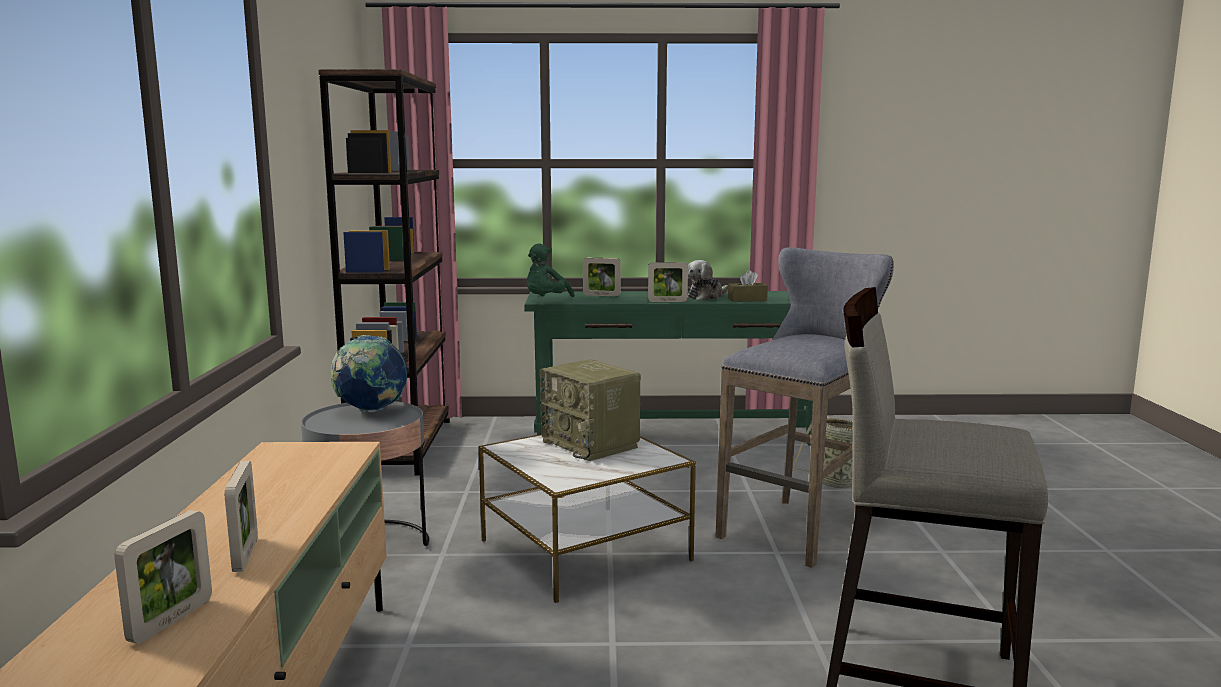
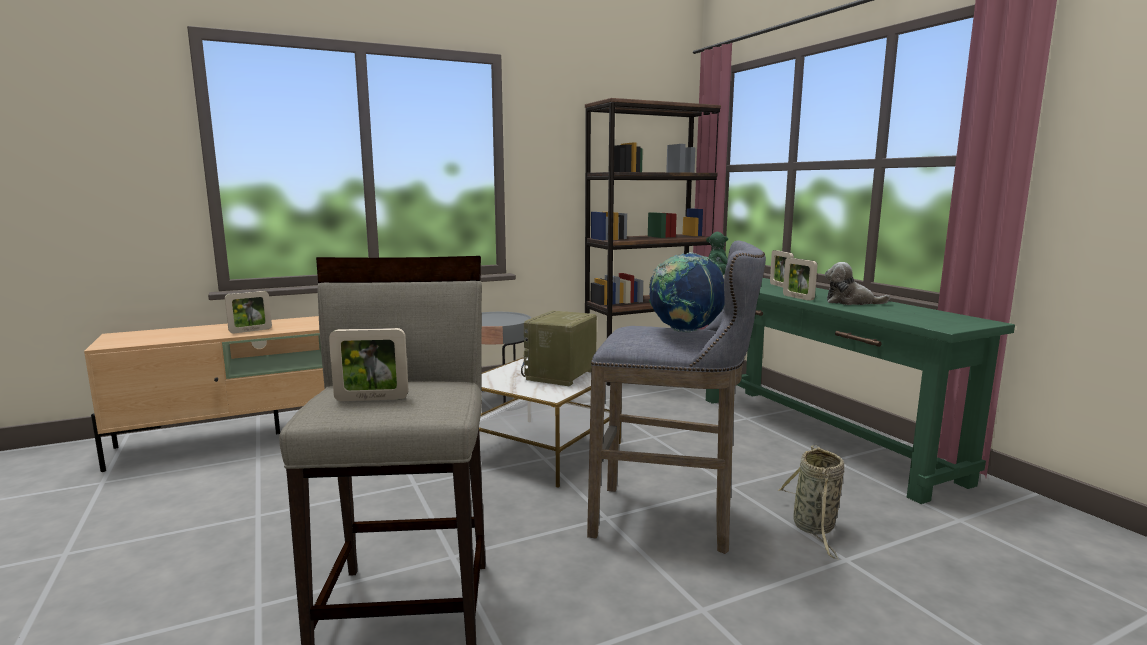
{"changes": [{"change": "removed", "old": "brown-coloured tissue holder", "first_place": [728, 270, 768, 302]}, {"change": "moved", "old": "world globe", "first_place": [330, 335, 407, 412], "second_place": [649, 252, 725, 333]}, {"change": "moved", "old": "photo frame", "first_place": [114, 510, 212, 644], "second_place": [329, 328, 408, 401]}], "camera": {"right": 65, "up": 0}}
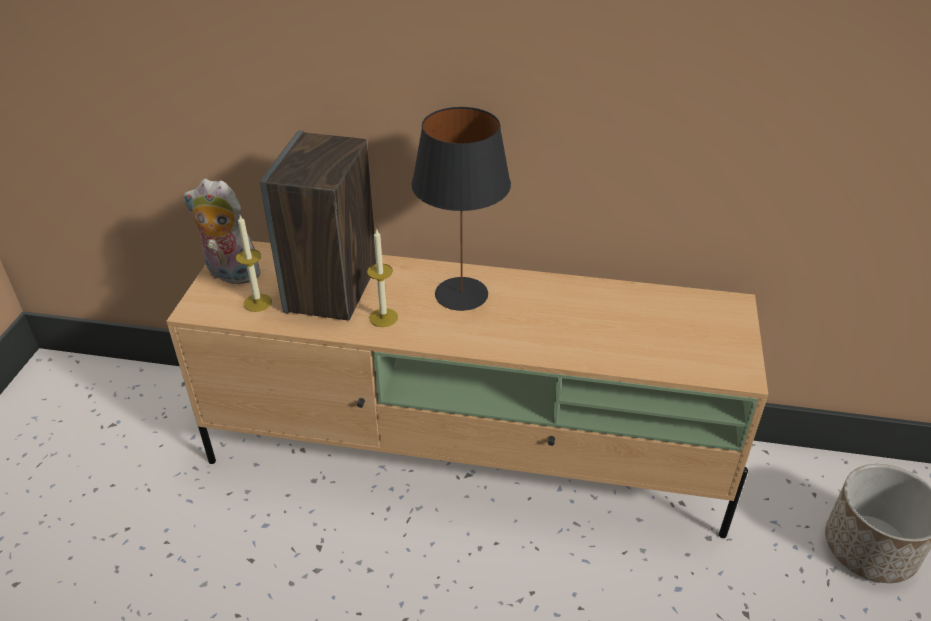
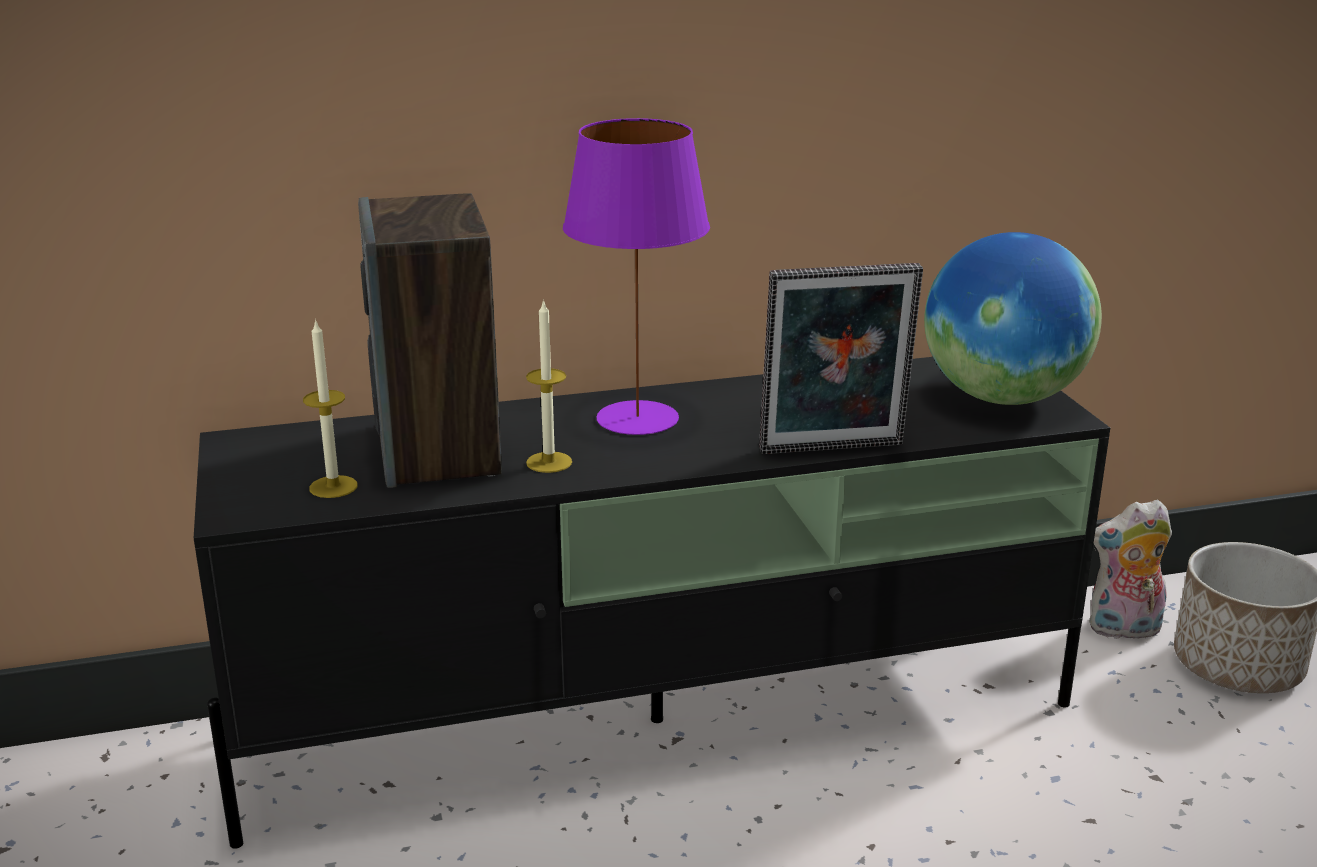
{"changes": [{"change": "recoloured", "old": "black tabletop lamp", "new": "purple tabletop lamp", "first_place": [411, 107, 511, 311], "second_place": [563, 118, 710, 435]}, {"change": "moved", "old": "plush toy", "first_place": [183, 179, 261, 284], "second_place": [1089, 499, 1172, 639]}, {"change": "recoloured", "old": "beige-coloured media console", "new": "black media console", "first_place": [166, 241, 768, 538], "second_place": [194, 357, 1110, 849]}, {"change": "added", "new": "world globe", "second_place": [924, 232, 1102, 405]}, {"change": "added", "new": "photo frame", "second_place": [759, 263, 923, 454]}], "camera": {"right": -25, "up": -15}}
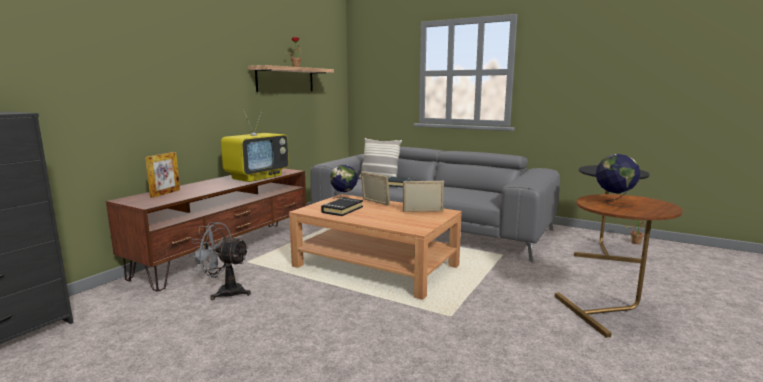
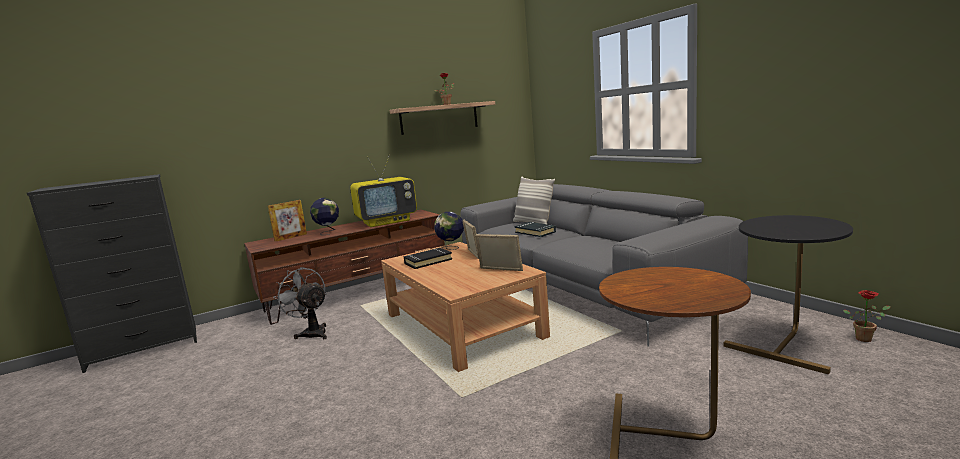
{"changes": [{"change": "moved", "old": "world globe", "first_place": [596, 154, 640, 207], "second_place": [310, 198, 339, 235]}], "camera": {"right": 30, "up": 0}}
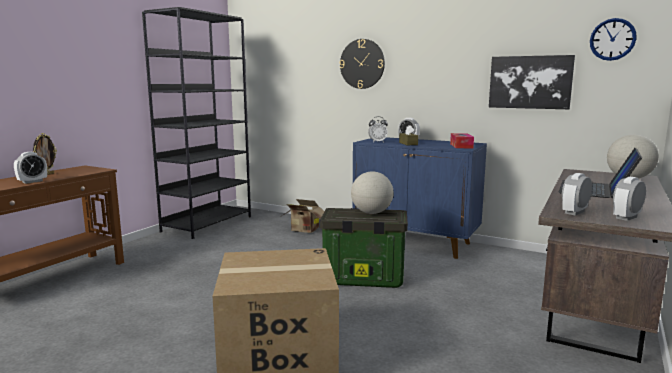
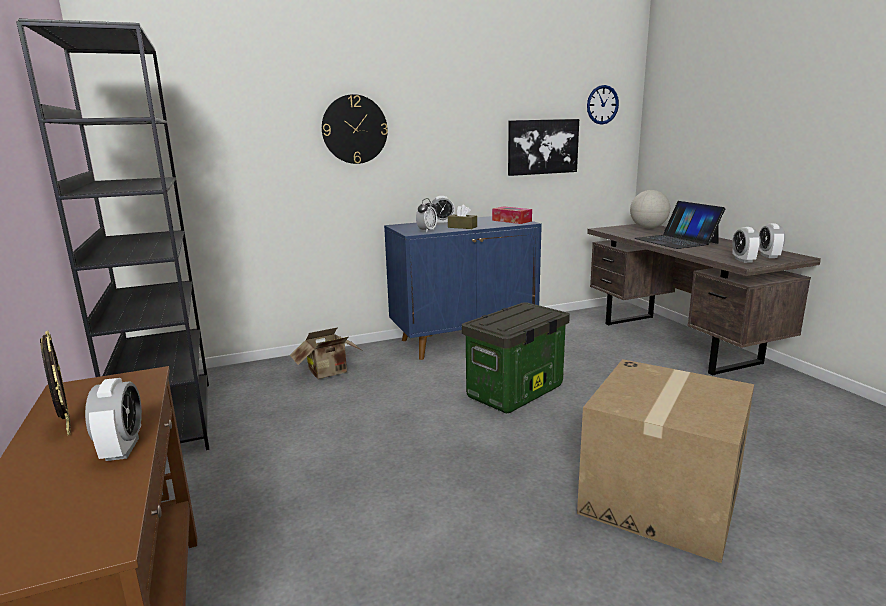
{"changes": [{"change": "removed", "old": "world globe", "first_place": [351, 171, 394, 214]}], "camera": {"right": -50, "up": 5}}
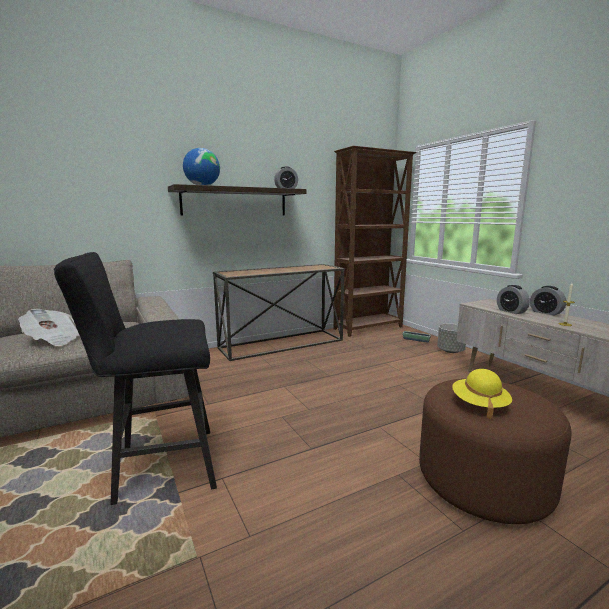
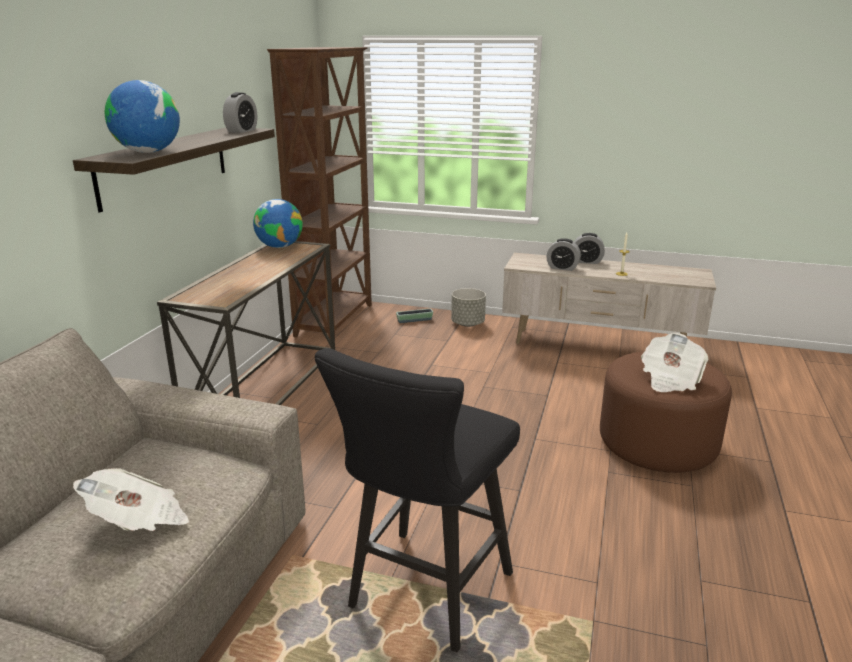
{"changes": [{"change": "replaced", "old": "yellow wearable hat", "new": "daily paper", "first_place": [452, 369, 512, 419], "second_place": [641, 333, 709, 392]}, {"change": "added", "new": "world globe", "second_place": [253, 199, 303, 248]}], "camera": {"right": -45, "up": 10}}
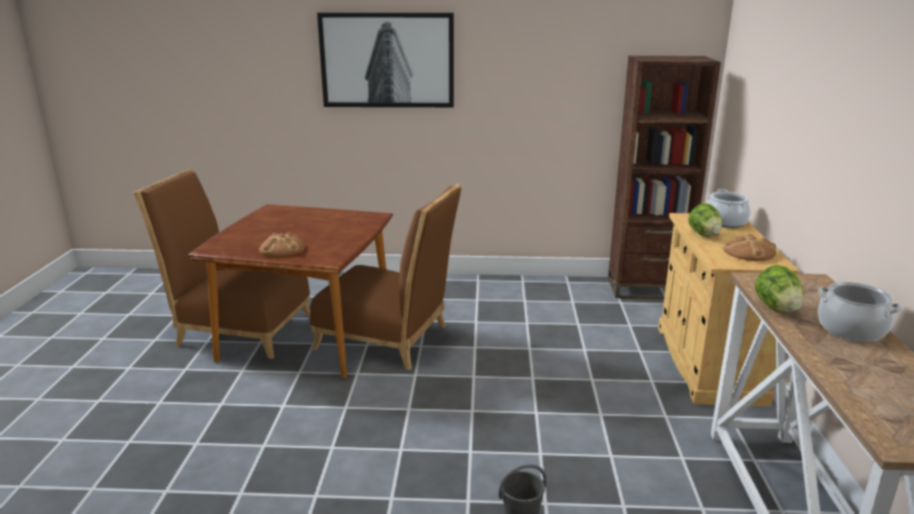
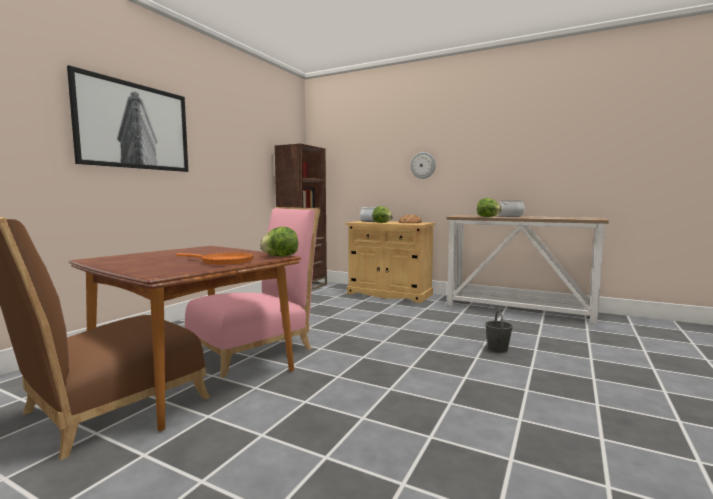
{"changes": [{"change": "recoloured", "old": "brown-coloured chair", "new": "pinkish chair", "first_place": [310, 184, 461, 370], "second_place": [185, 207, 321, 378]}, {"change": "replaced", "old": "baked bread", "new": "orange-coloured frying pan", "first_place": [259, 233, 305, 257], "second_place": [176, 252, 254, 265]}, {"change": "added", "new": "hanging clock", "second_place": [410, 152, 436, 179]}, {"change": "added", "new": "lettuce", "second_place": [260, 227, 298, 256]}], "camera": {"right": -65, "up": -15}}
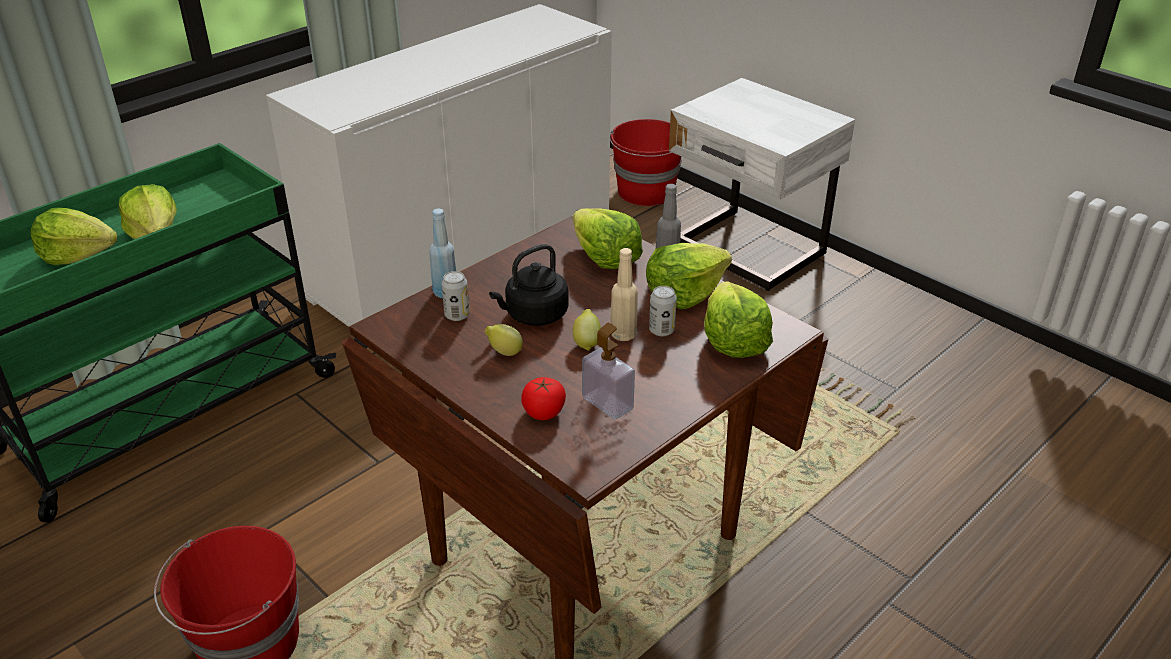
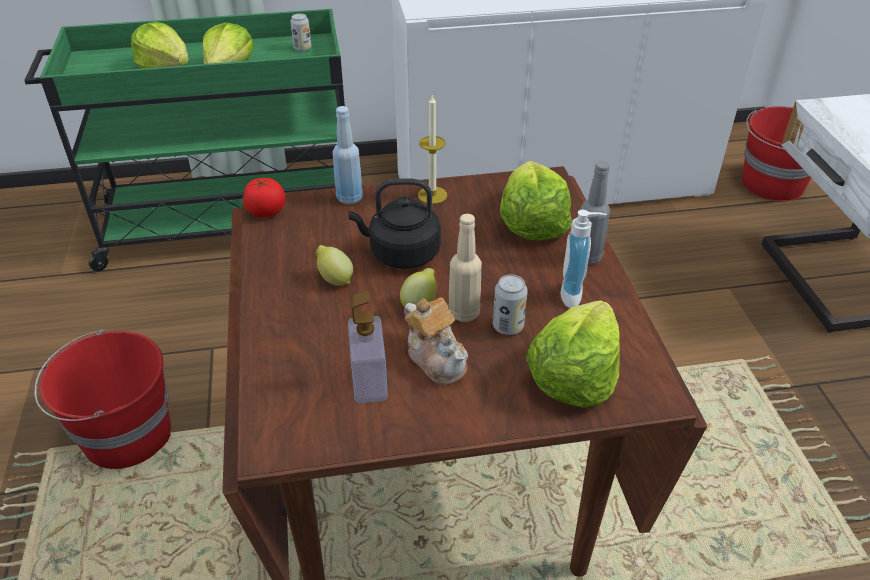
{"changes": [{"change": "replaced", "old": "lettuce", "new": "soap dispenser", "first_place": [646, 243, 732, 309], "second_place": [560, 210, 607, 308]}, {"change": "moved", "old": "metal can", "first_place": [441, 271, 470, 321], "second_place": [290, 13, 311, 51]}, {"change": "moved", "old": "whole tomato", "first_place": [521, 377, 566, 420], "second_place": [243, 178, 285, 217]}, {"change": "added", "new": "wax candle", "second_place": [418, 94, 447, 204]}, {"change": "added", "new": "teapot", "second_place": [404, 298, 468, 385]}], "camera": {"right": 35, "up": 5}}
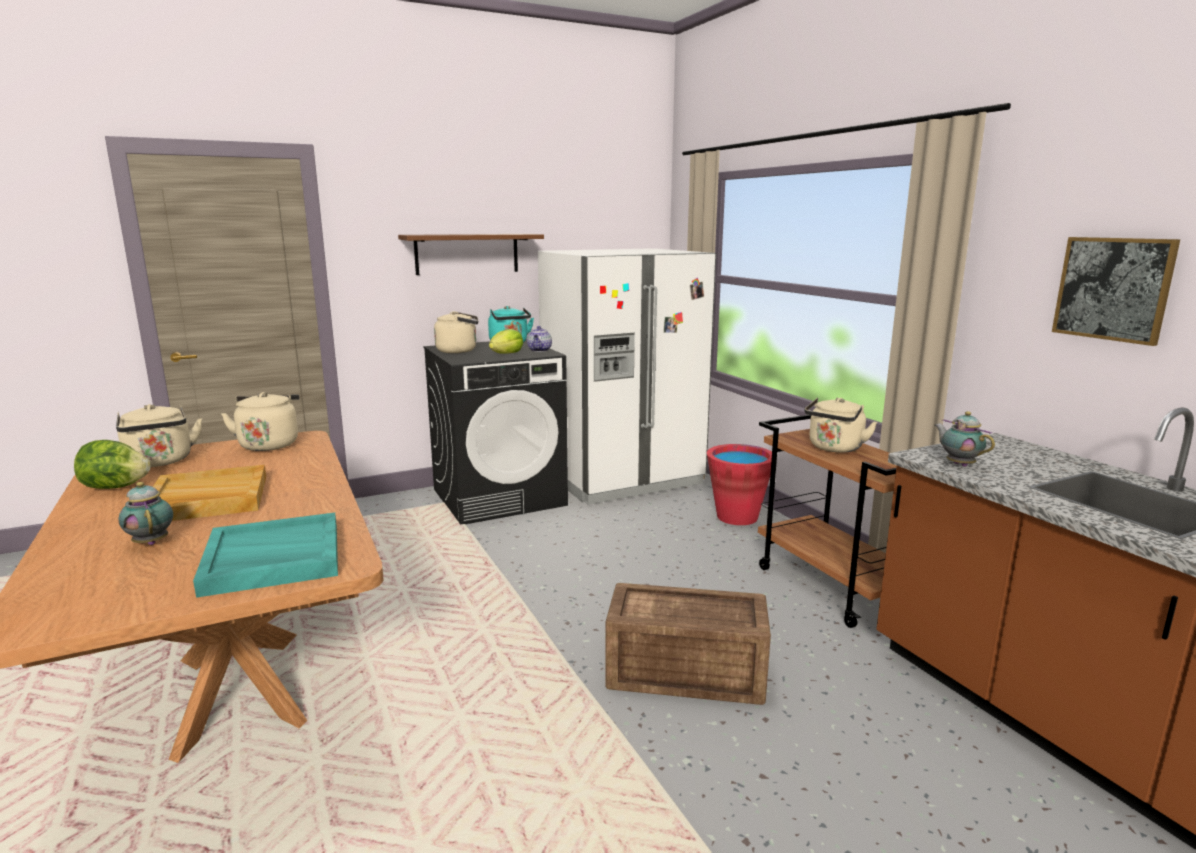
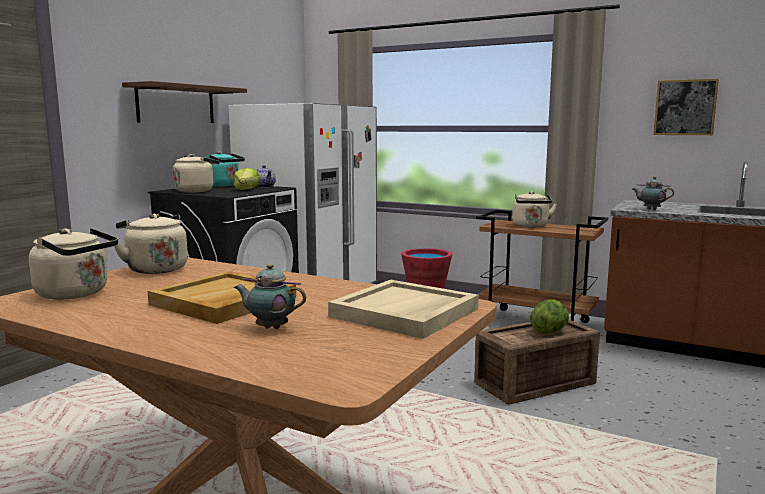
{"changes": [{"change": "moved", "old": "lettuce", "first_place": [74, 440, 150, 489], "second_place": [530, 299, 569, 334]}, {"change": "recoloured", "old": "turquoise-coloured serving tray", "new": "beige-coloured serving tray", "first_place": [193, 513, 338, 598], "second_place": [328, 280, 479, 339]}], "camera": {"right": -35, "up": -5}}
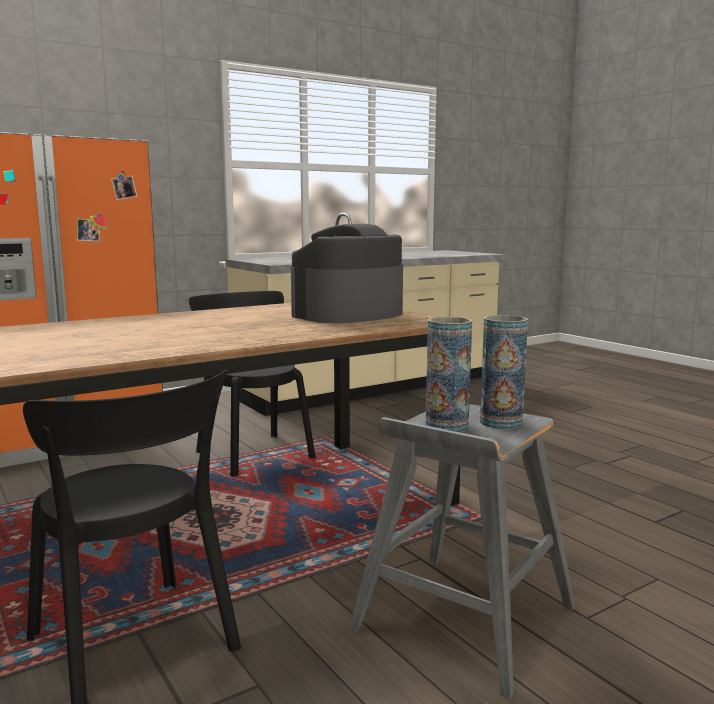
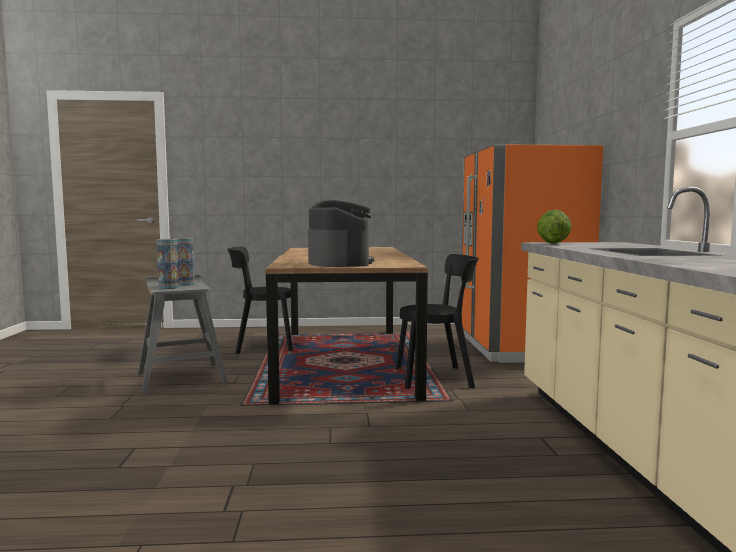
{"changes": [{"change": "added", "new": "lettuce", "second_place": [537, 209, 572, 244]}], "camera": {"right": 120, "up": -5}}
